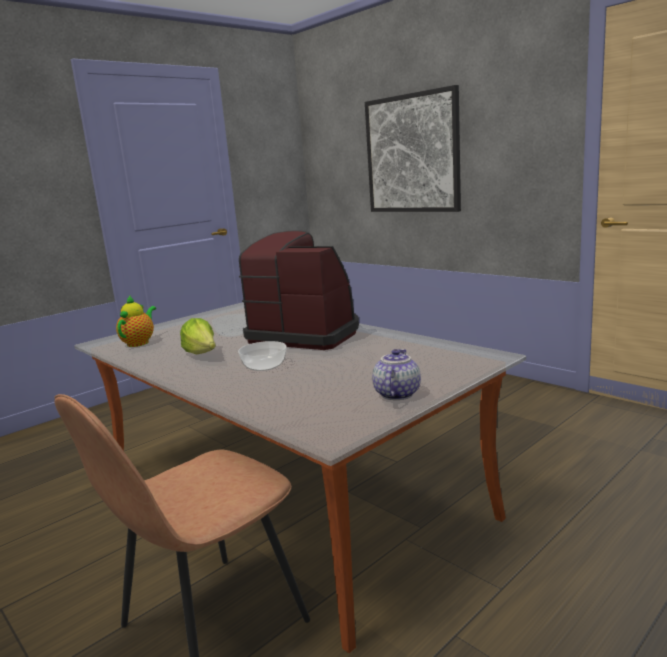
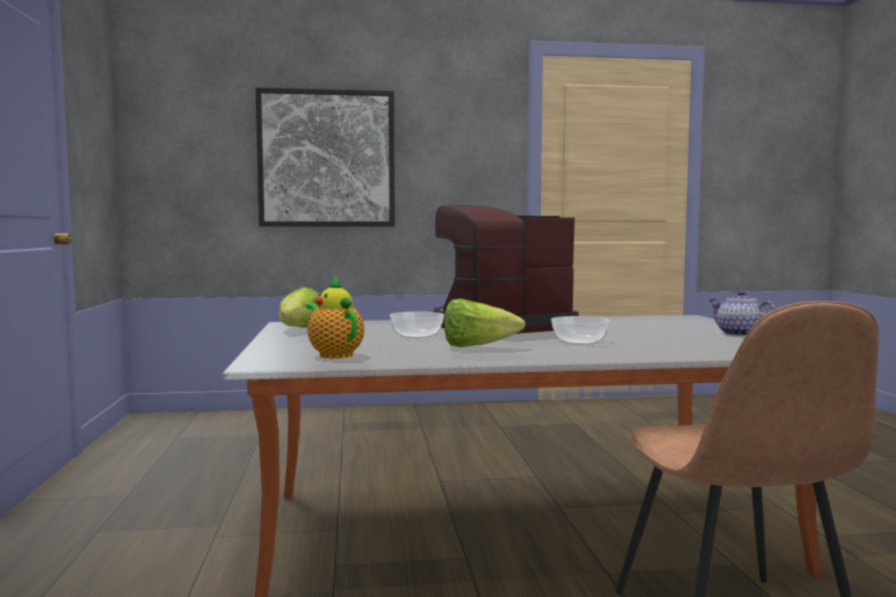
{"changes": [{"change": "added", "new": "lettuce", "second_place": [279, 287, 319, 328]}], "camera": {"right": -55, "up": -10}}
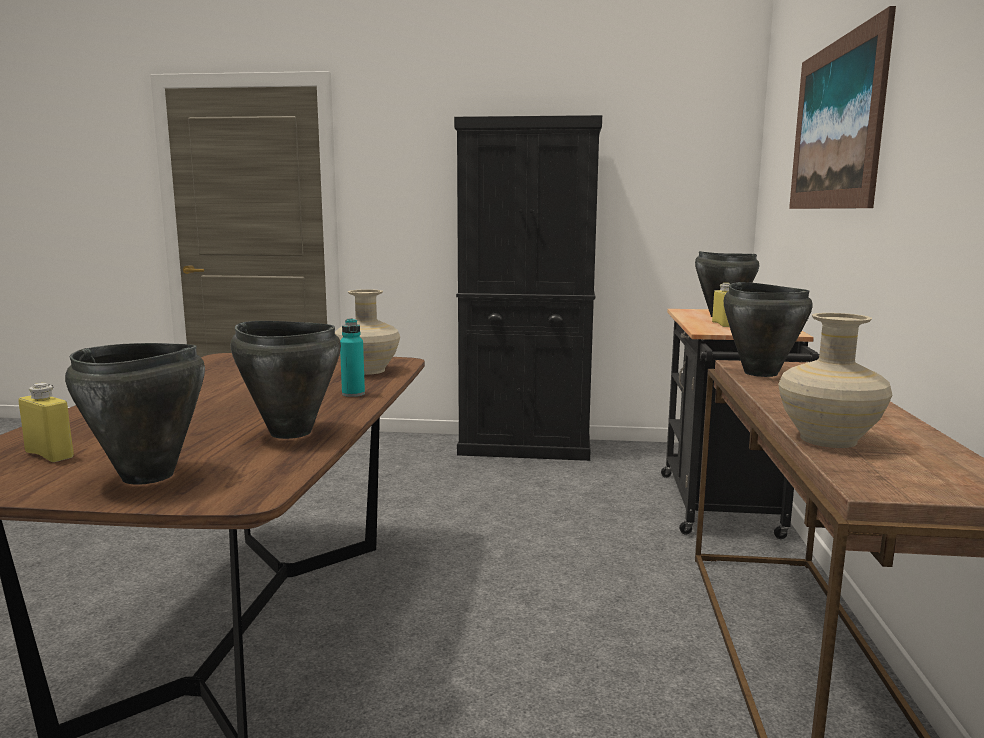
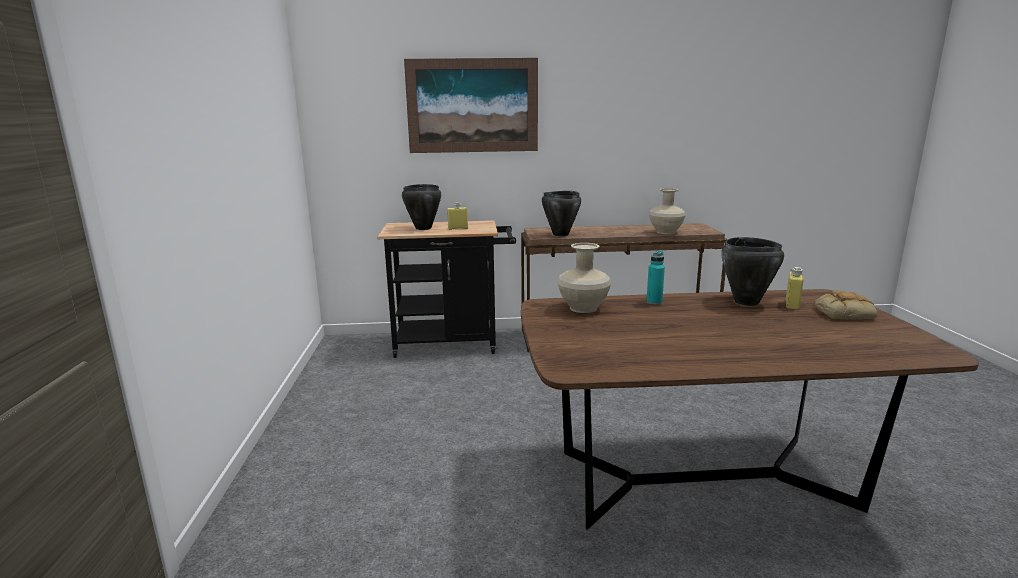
{"changes": [{"change": "removed", "old": "black cabinet", "first_place": [454, 115, 602, 461]}, {"change": "replaced", "old": "black stockpot", "new": "baked bread", "first_place": [65, 343, 205, 485], "second_place": [815, 290, 877, 319]}, {"change": "moved", "old": "yellow bottle", "first_place": [19, 383, 74, 462], "second_place": [786, 267, 804, 309]}], "camera": {"right": -100, "up": 5}}
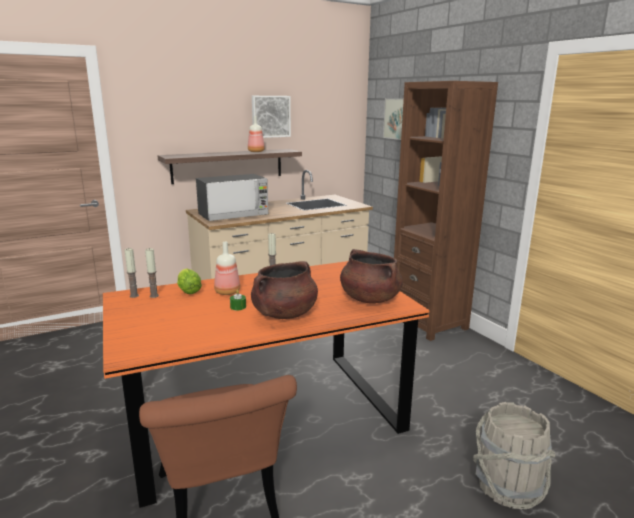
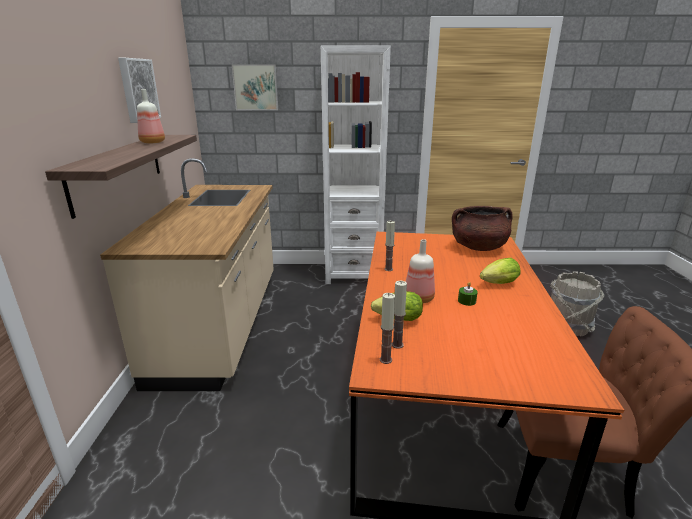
{"changes": [{"change": "recoloured", "old": "brown-coloured bookshelf", "new": "white bookshelf", "first_place": [394, 81, 498, 341], "second_place": [321, 45, 391, 284]}, {"change": "removed", "old": "kitchen microwave", "first_place": [196, 174, 268, 221]}, {"change": "replaced", "old": "brown-coloured stockpot", "new": "lettuce", "first_place": [251, 261, 318, 319], "second_place": [480, 258, 520, 284]}], "camera": {"right": -60, "up": 5}}
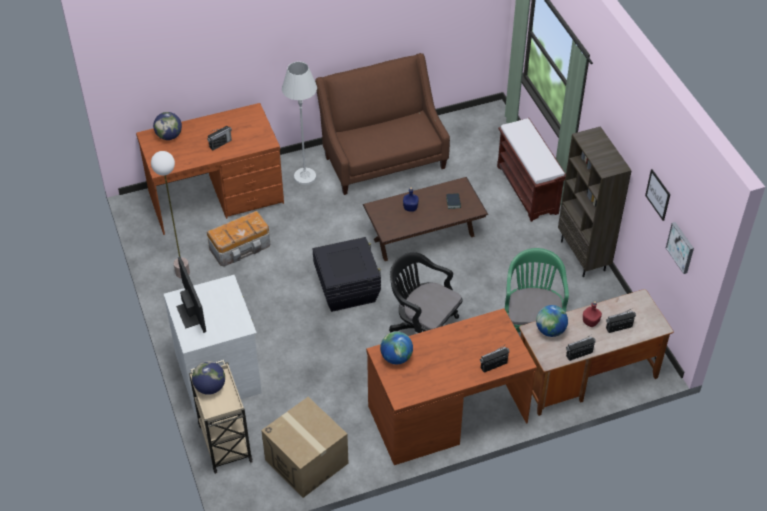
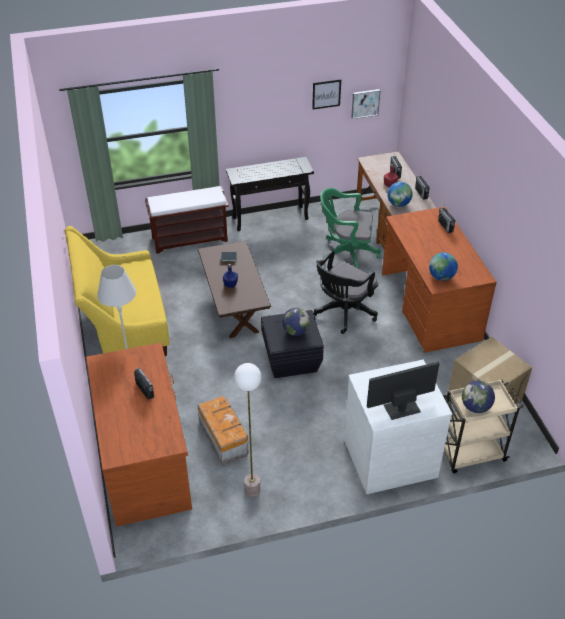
{"changes": [{"change": "recoloured", "old": "brown-coloured sofa", "new": "yellow sofa", "first_place": [315, 53, 450, 195], "second_place": [65, 226, 170, 356]}, {"change": "moved", "old": "world globe", "first_place": [153, 112, 182, 140], "second_place": [282, 308, 310, 336]}, {"change": "replaced", "old": "brown-coloured bookshelf", "new": "black hall table", "first_place": [558, 126, 632, 277], "second_place": [226, 157, 314, 231]}], "camera": {"right": -85, "up": -5}}
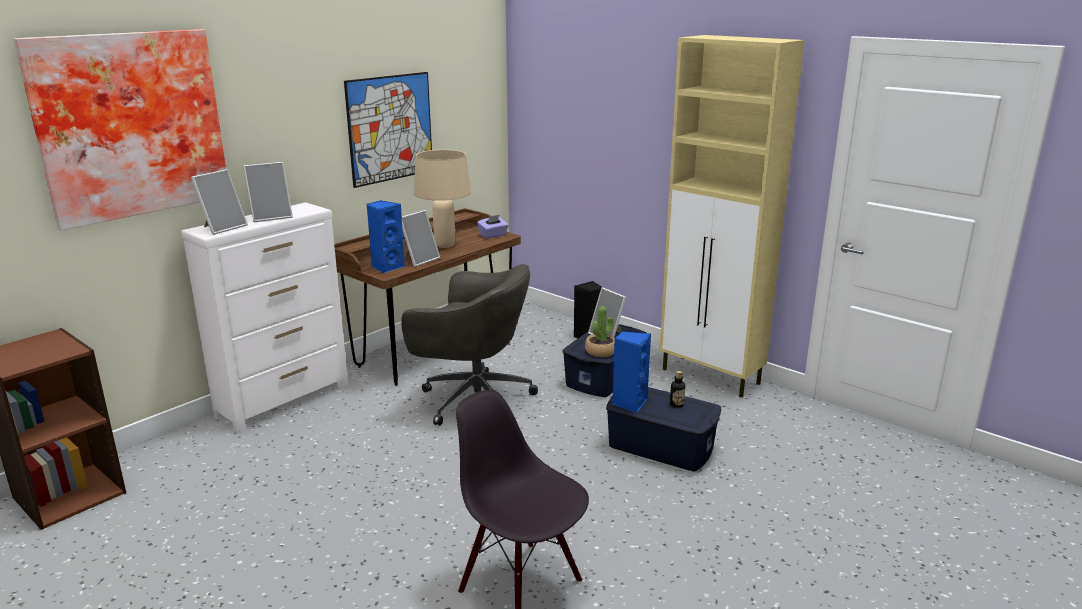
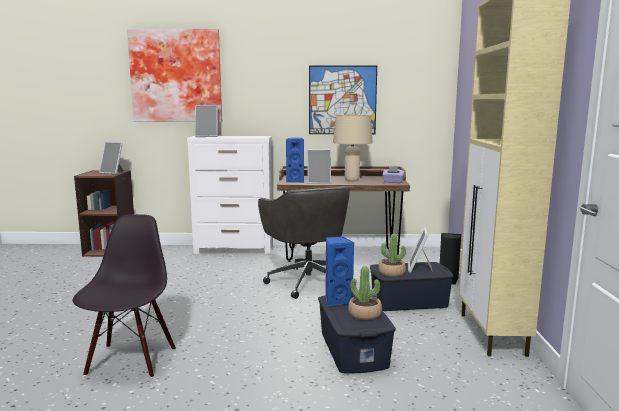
{"changes": [{"change": "moved", "old": "photo frame", "first_place": [243, 162, 293, 222], "second_place": [99, 142, 124, 174]}, {"change": "replaced", "old": "bottle", "new": "plant in a pot", "first_place": [670, 371, 685, 408], "second_place": [348, 266, 382, 320]}], "camera": {"right": 50, "up": -10}}
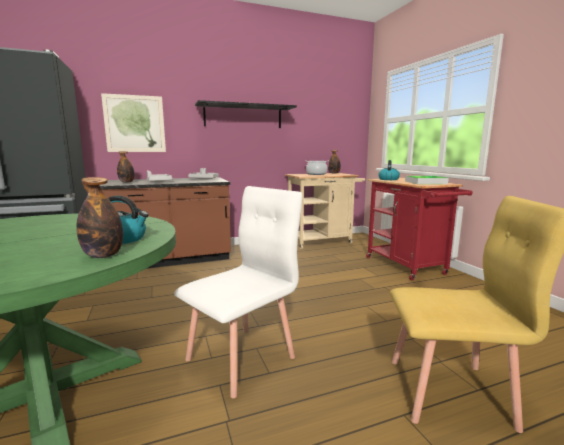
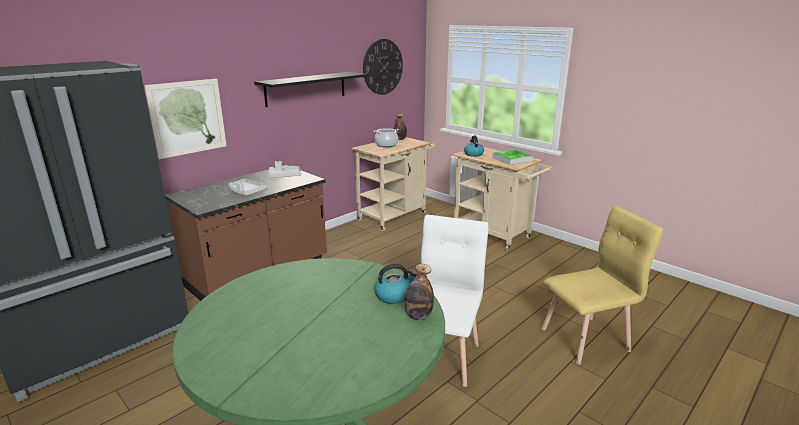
{"changes": [{"change": "removed", "old": "bottle", "first_place": [117, 151, 135, 183]}, {"change": "recoloured", "old": "red-coloured wheeled cart", "new": "beige-coloured wheeled cart", "first_place": [366, 178, 473, 281], "second_place": [452, 147, 552, 250]}, {"change": "added", "new": "hanging clock", "second_place": [363, 39, 403, 95]}], "camera": {"right": -25, "up": 10}}
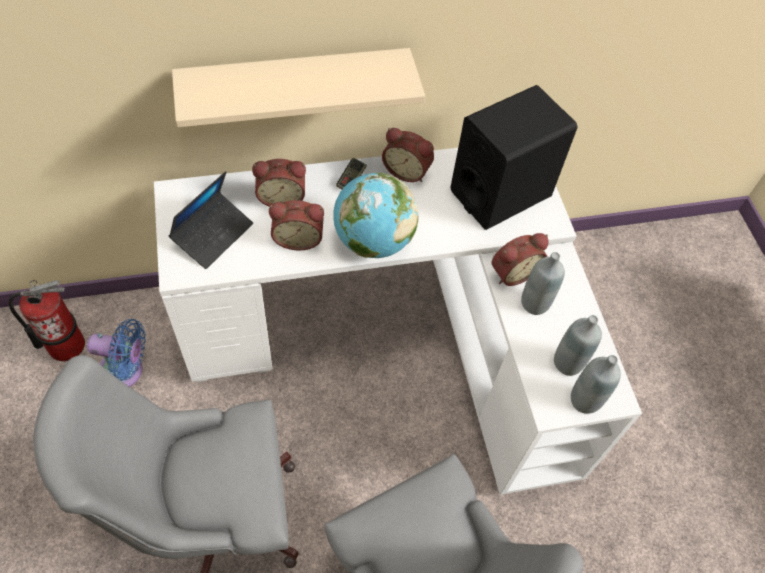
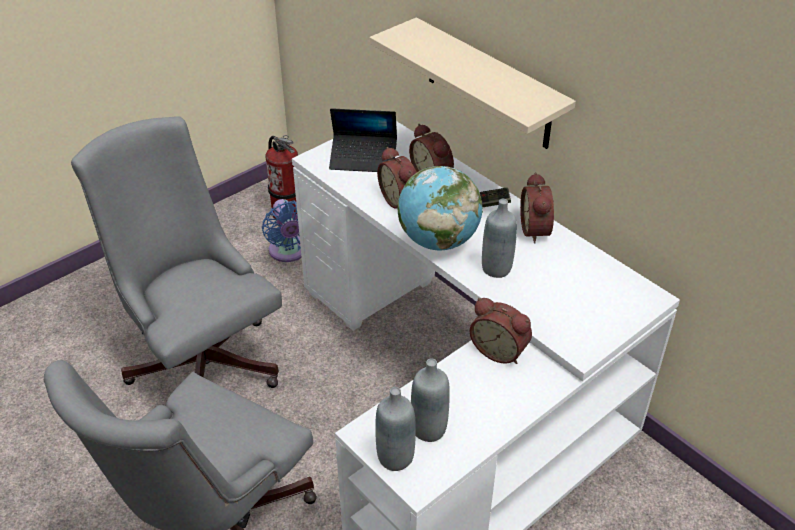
{"changes": [{"change": "removed", "old": "black loudspeaker", "first_place": [450, 85, 577, 230]}, {"change": "moved", "old": "greyish bottle", "first_place": [521, 252, 565, 315], "second_place": [482, 199, 517, 278]}], "camera": {"right": 65, "up": -15}}
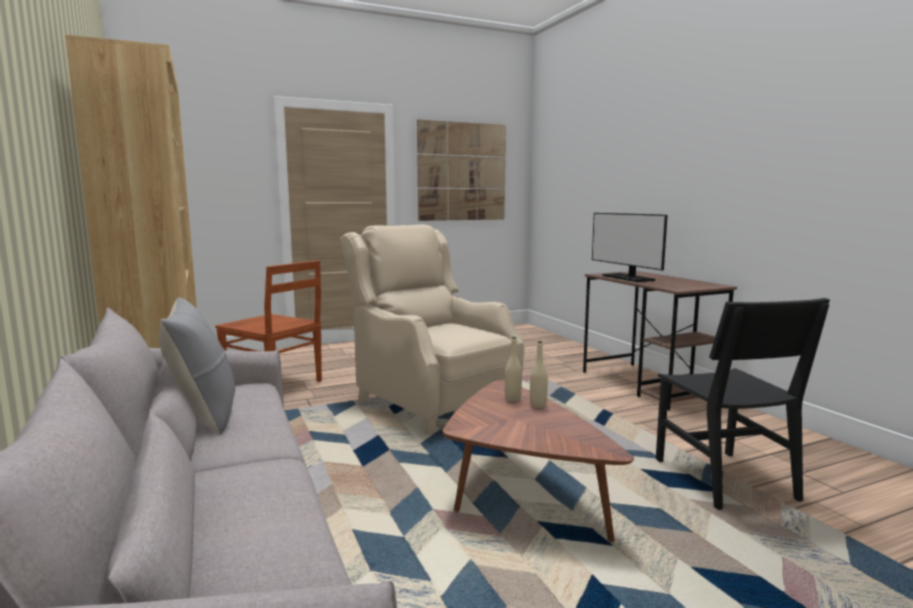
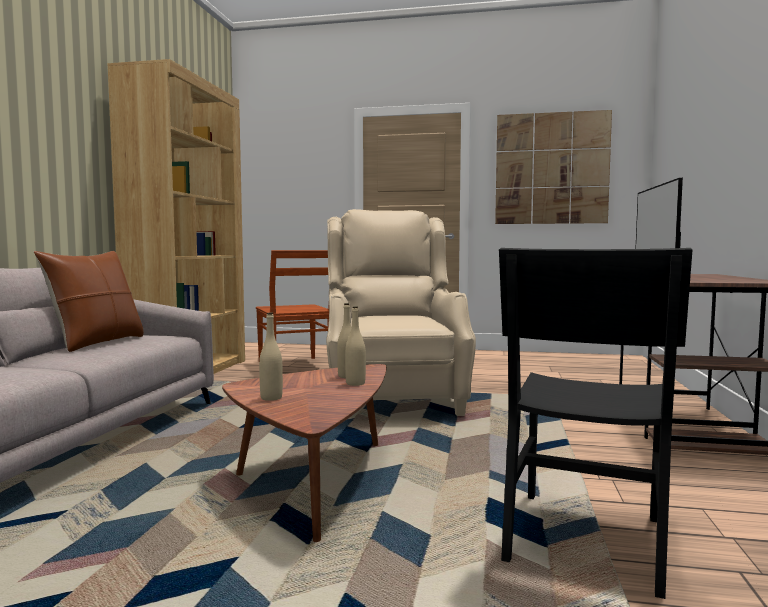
{"changes": [{"change": "recoloured", "old": "greyish cushion", "new": "brown-coloured cushion", "first_place": [158, 297, 235, 434], "second_place": [34, 251, 144, 352]}, {"change": "added", "new": "beige-coloured bottle", "second_place": [259, 313, 283, 401]}], "camera": {"right": 35, "up": -5}}
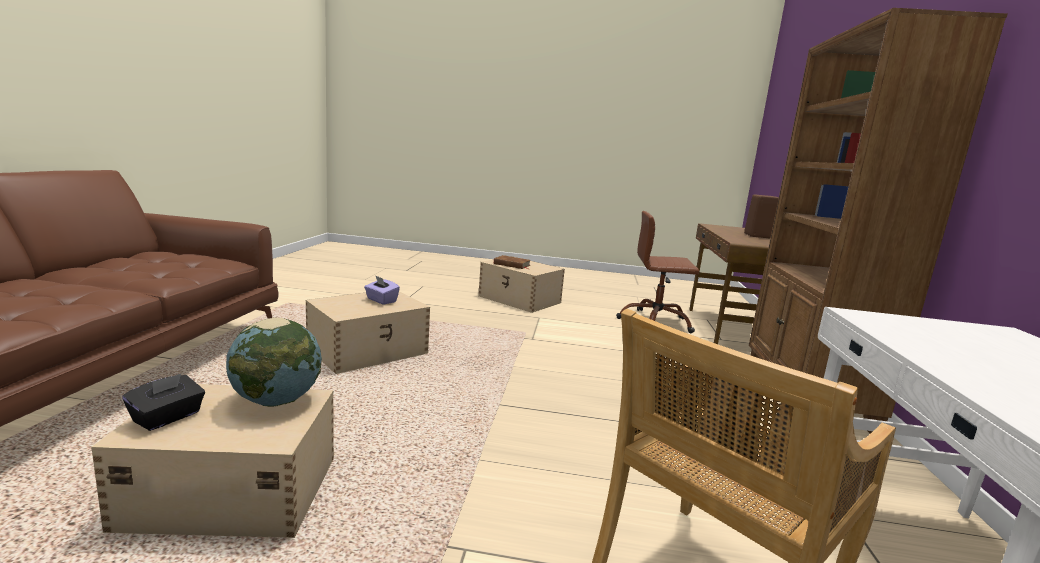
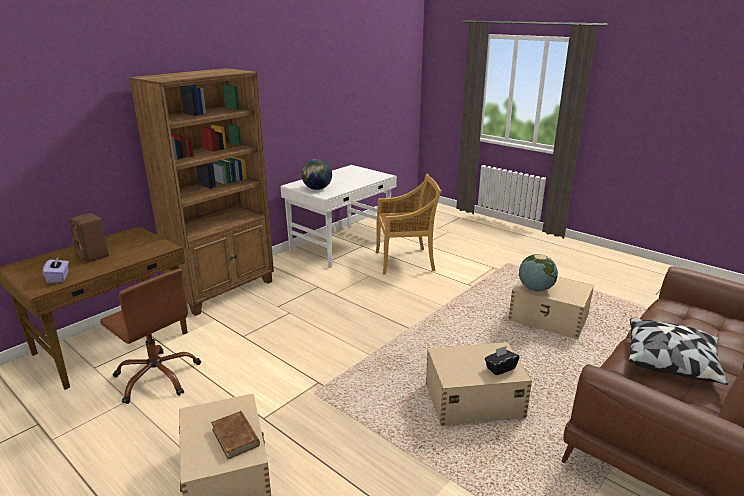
{"changes": [{"change": "moved", "old": "purple tissue holder", "first_place": [364, 275, 400, 305], "second_place": [43, 256, 69, 284]}, {"change": "moved", "old": "black tissue holder", "first_place": [123, 374, 205, 431], "second_place": [485, 346, 520, 375]}, {"change": "added", "new": "world globe", "second_place": [301, 159, 332, 190]}, {"change": "added", "new": "cushion", "second_place": [629, 318, 728, 385]}], "camera": {"right": -145, "up": 10}}
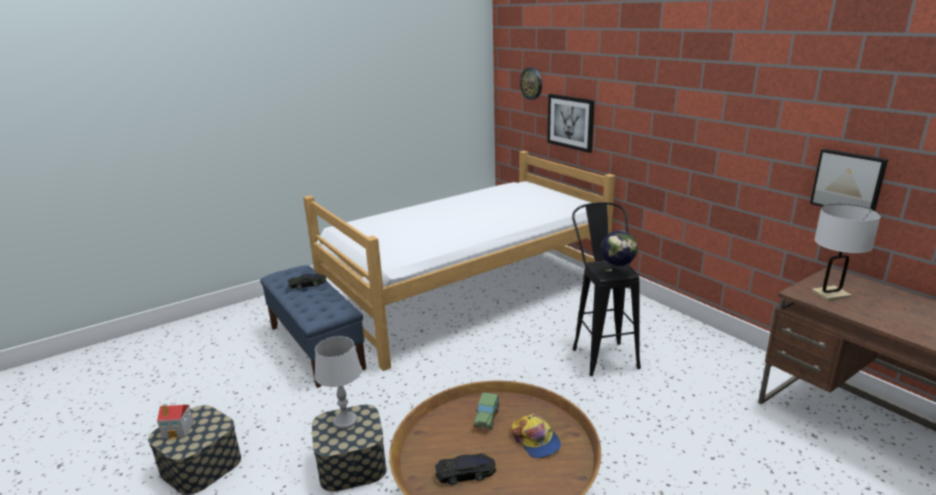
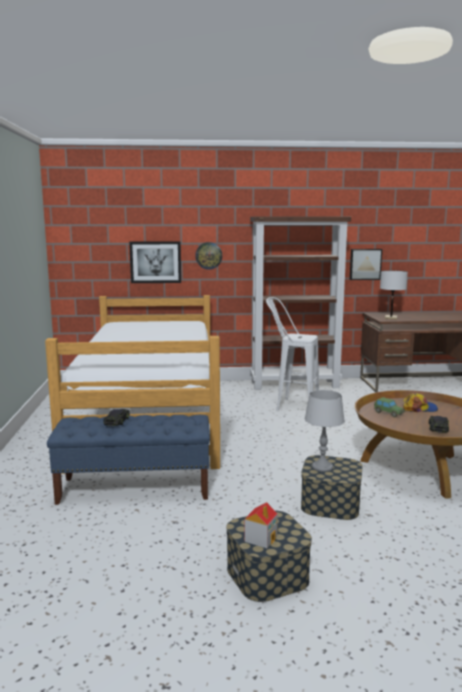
{"changes": [{"change": "moved", "old": "hanging clock", "first_place": [520, 67, 542, 100], "second_place": [195, 242, 222, 270]}, {"change": "recoloured", "old": "black stool", "new": "white stool", "first_place": [572, 202, 641, 376], "second_place": [266, 297, 319, 411]}, {"change": "removed", "old": "world globe", "first_place": [601, 230, 638, 277]}, {"change": "added", "new": "brown-coloured bookshelf", "second_place": [250, 217, 351, 390]}], "camera": {"right": -60, "up": -10}}
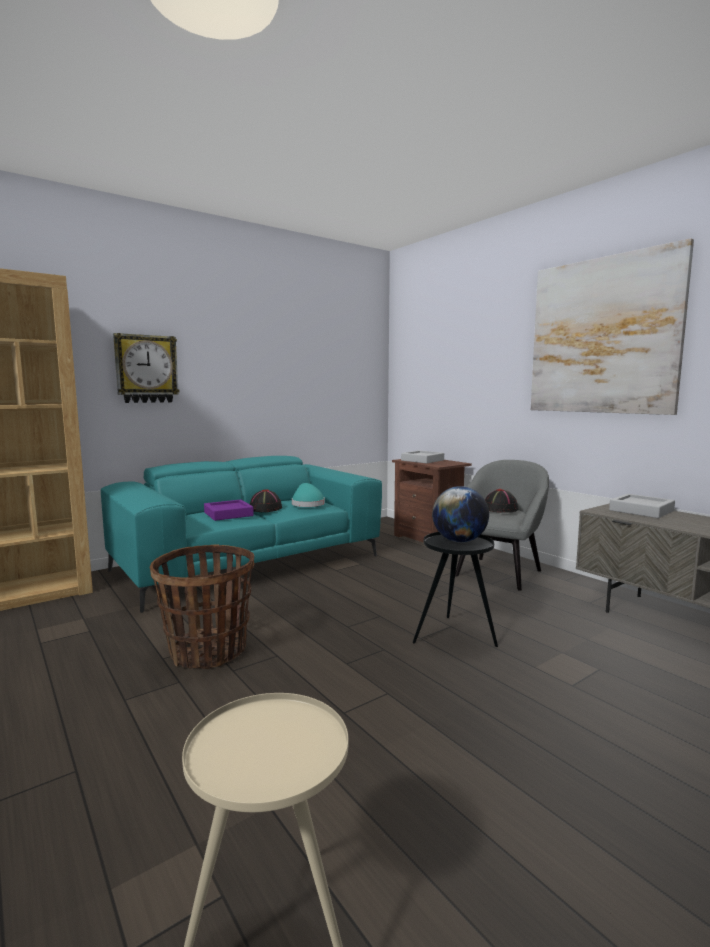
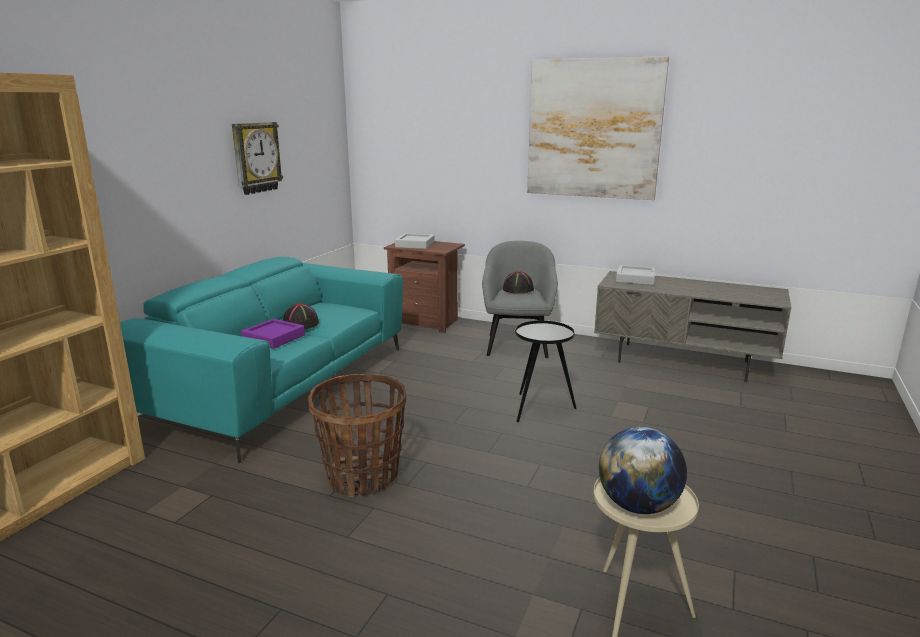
{"changes": [{"change": "moved", "old": "hanging clock", "first_place": [113, 333, 179, 403], "second_place": [232, 122, 283, 195]}, {"change": "removed", "old": "turquoise-coloured wearable hat", "first_place": [292, 483, 325, 507]}, {"change": "moved", "old": "world globe", "first_place": [432, 486, 489, 542], "second_place": [599, 427, 687, 514]}], "camera": {"right": -30, "up": 10}}
